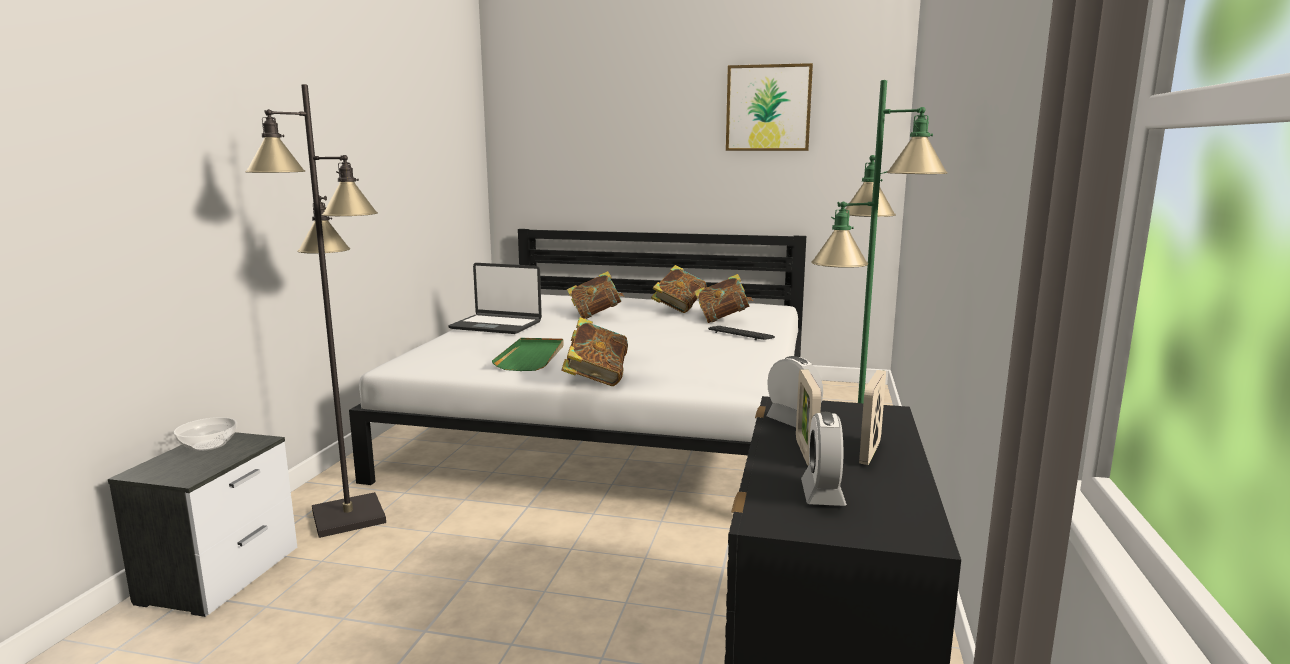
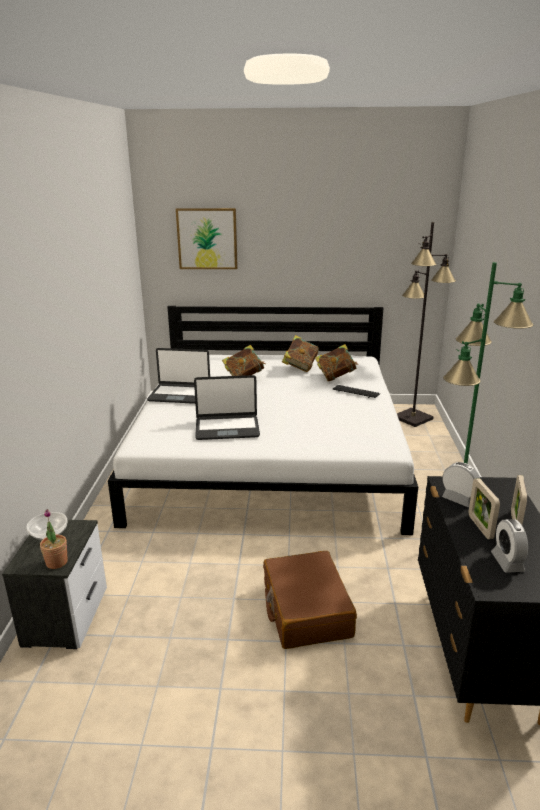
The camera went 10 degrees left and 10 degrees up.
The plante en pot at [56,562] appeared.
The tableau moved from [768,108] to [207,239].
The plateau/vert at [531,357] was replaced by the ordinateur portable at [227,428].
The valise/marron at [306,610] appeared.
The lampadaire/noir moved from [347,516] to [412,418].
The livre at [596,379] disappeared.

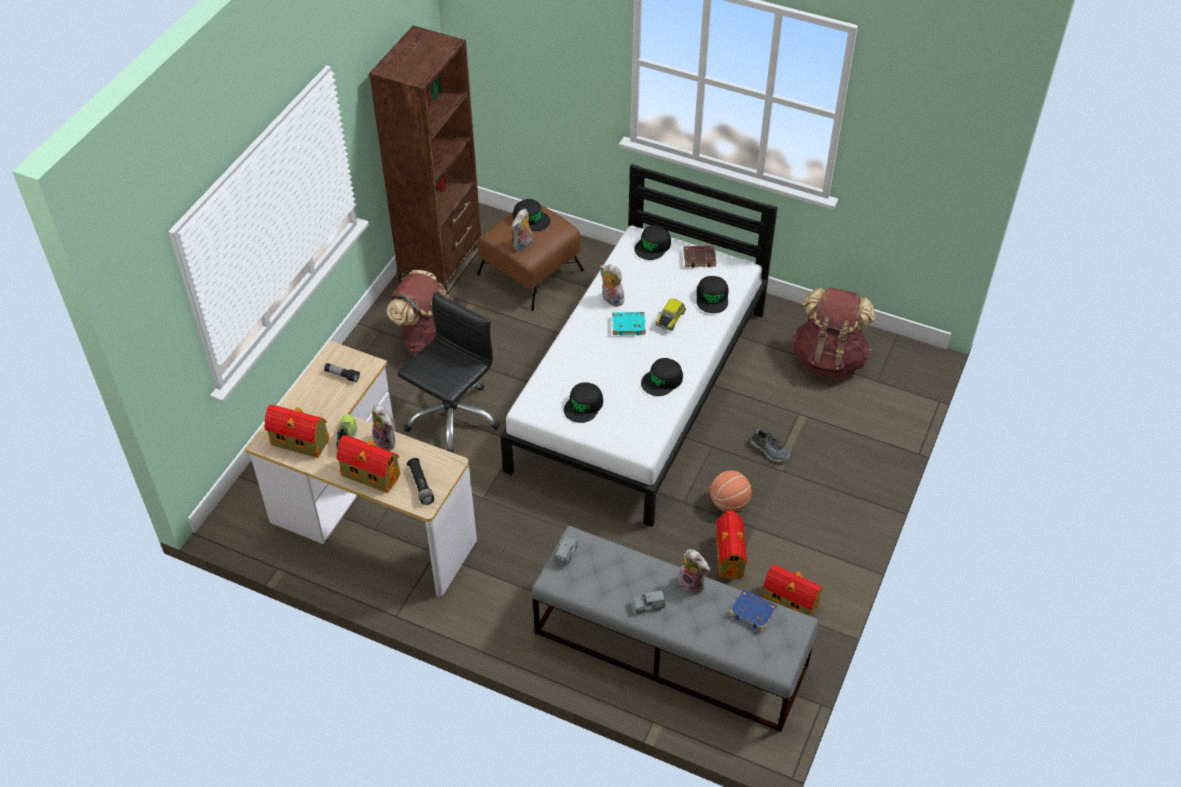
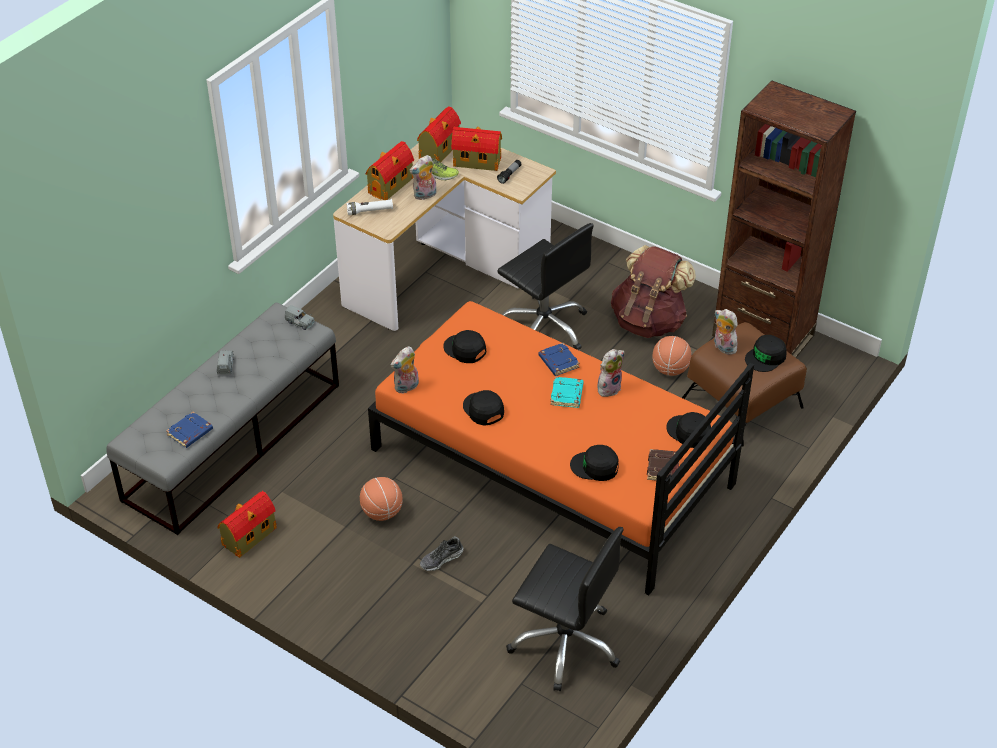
The camera went 100 degrees right and 5 degrees down.
The lampe de poche/noir at [421,485] became the lampe de poche/blanc at [370,211].
The lit/blanc at [640,389] became the lit/orange at [551,467].
The peluche moved from [693,583] to [406,387].
The maison miniature moved from [729,555] to [478,162].
The sac à dos/marron at [828,359] was replaced by the chaise de bureau/noir at [565,643].
The livre/bleu at [558,362] appeared.
The ballon de basket at [670,369] appeared.
The petite voiture at [670,318] disappeared.

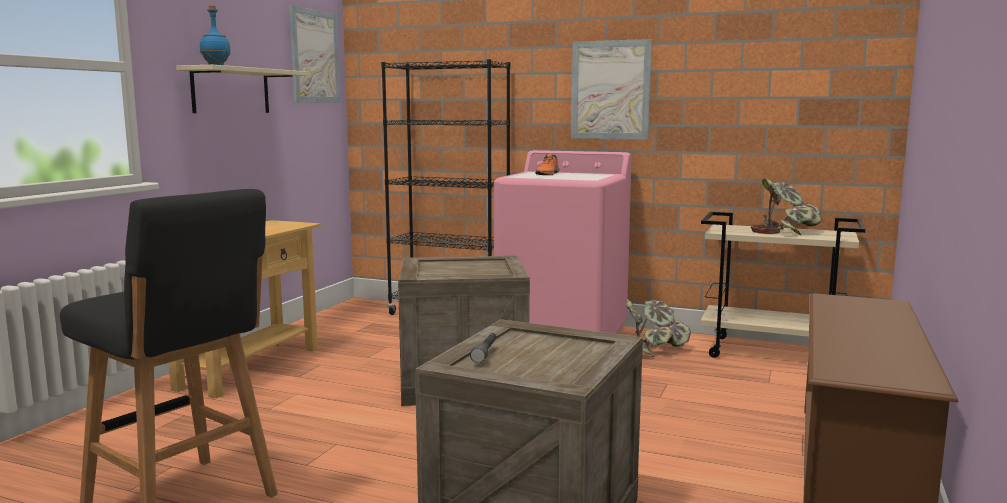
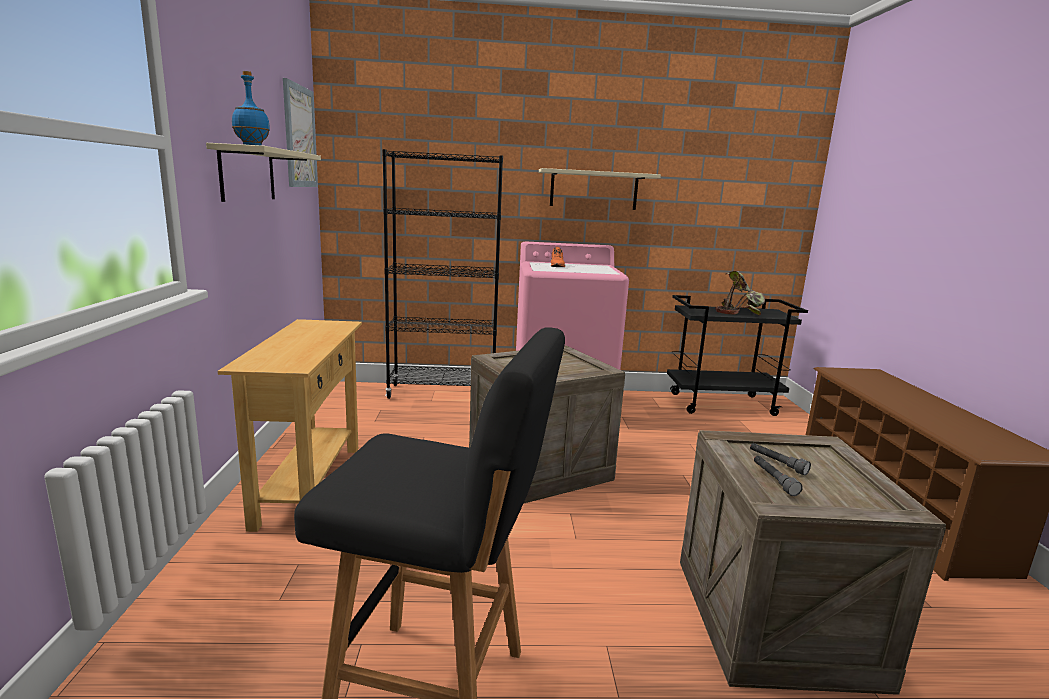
The camera went 25 degrees left and 5 degrees up.
The tableau at [610,90] was replaced by the étagère/beige at [594,190].
The chariot/beige at [773,353] became the chariot/noir at [722,404].
The lampe de poche/gris at [777,463] appeared.
The plante en pot at [653,350] disappeared.

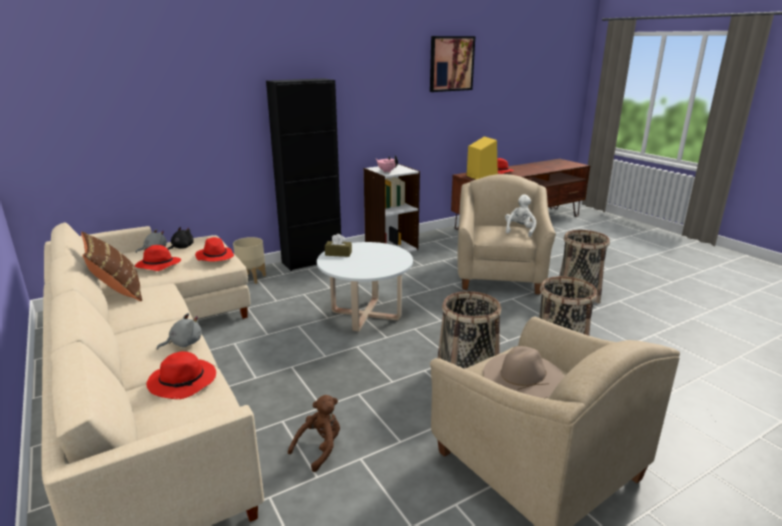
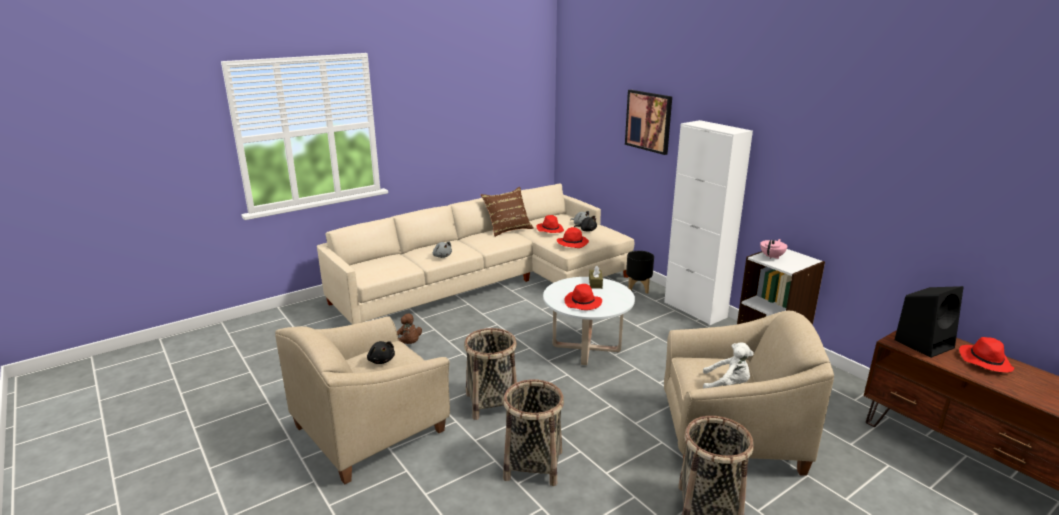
The camera went 85 degrees right and 0 degrees up.
The chapeau/beige at [523,375] was replaced by the peluche/noir at [381,360].
The chapeau/rouge moved from [184,382] to [583,303].
The tableau moved from [451,63] to [648,121].
The cache-pot/beige at [252,278] became the cache-pot/noir at [638,288].
The meuble de rangement/noir at [312,261] became the meuble de rangement/blanc at [695,310].
The enceinte/jaune at [481,177] became the enceinte/noir at [924,343].

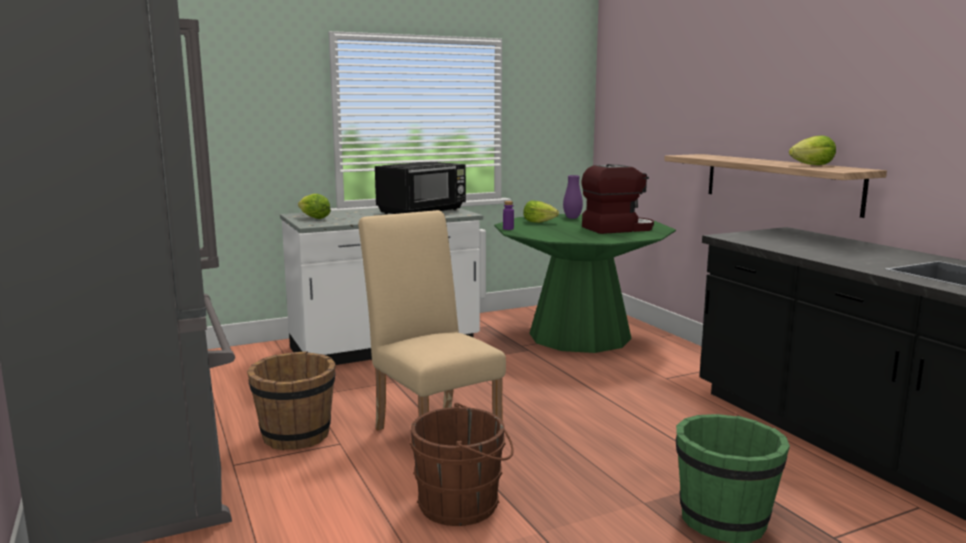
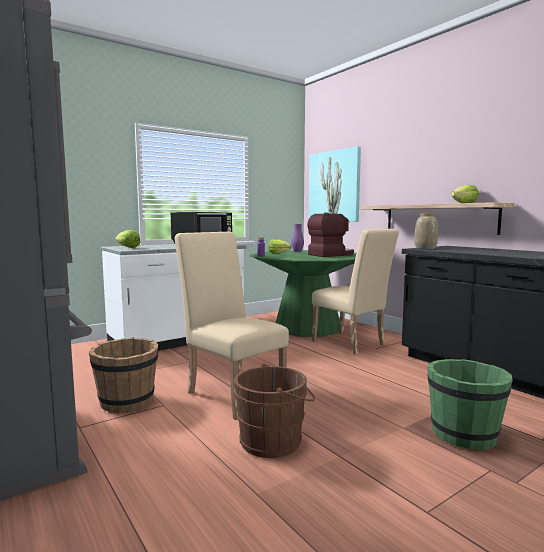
The camera went 10 degrees left and 5 degrees down.
The tableau at [334,186] appeared.
The chaise/beige at [351,344] appeared.
The vase at [425,248] appeared.

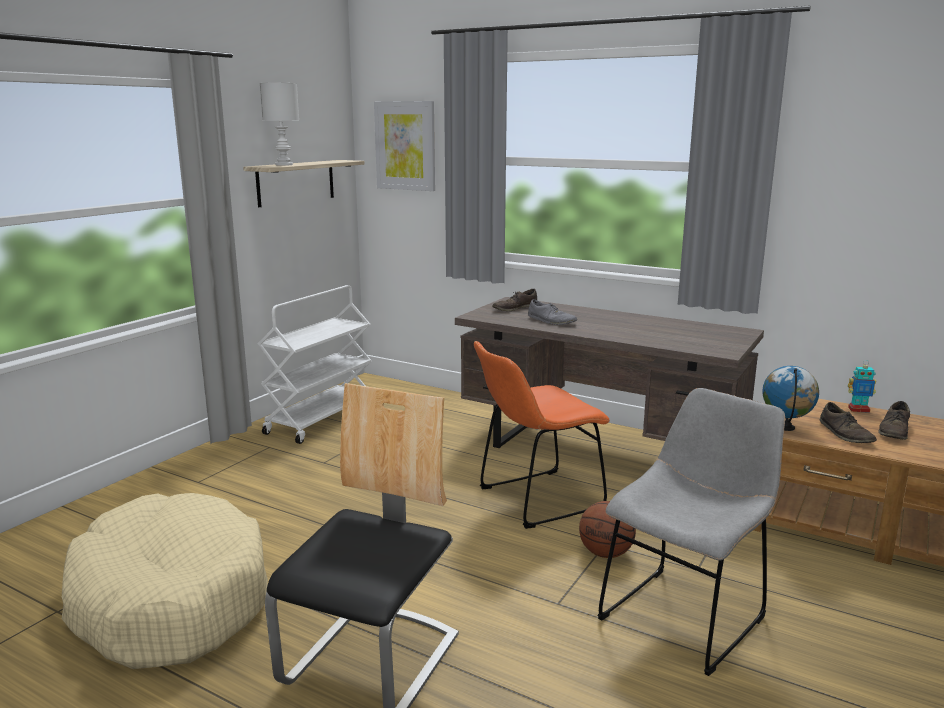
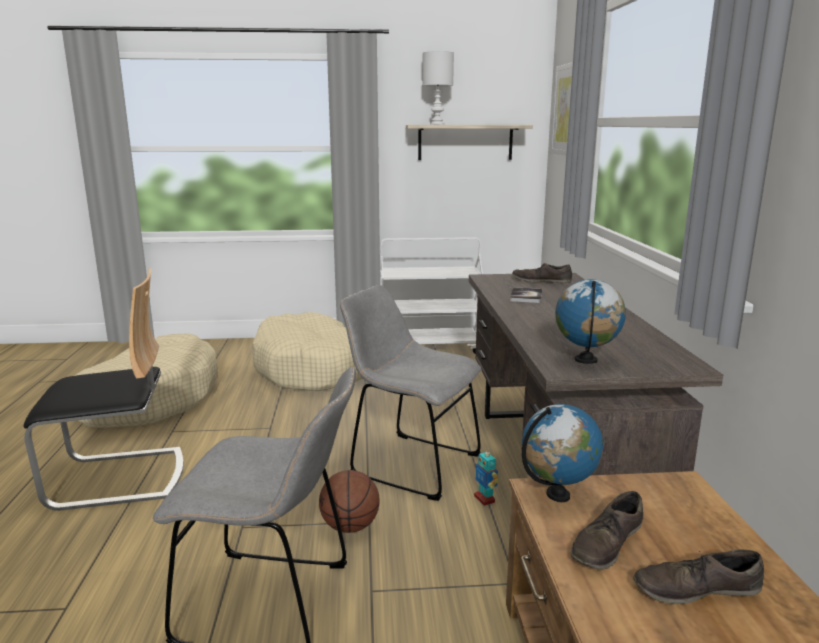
The camera went 55 degrees right and 0 degrees up.
The panier pour chien/beige at [312,369] appeared.
The chaise/orange at [535,500] became the chaise/gris at [410,464].
The robot jouet moved from [858,409] to [485,499].
The chaussure/gris at [551,321] was replaced by the livre at [526,296].
The globe at [586,360] appeared.

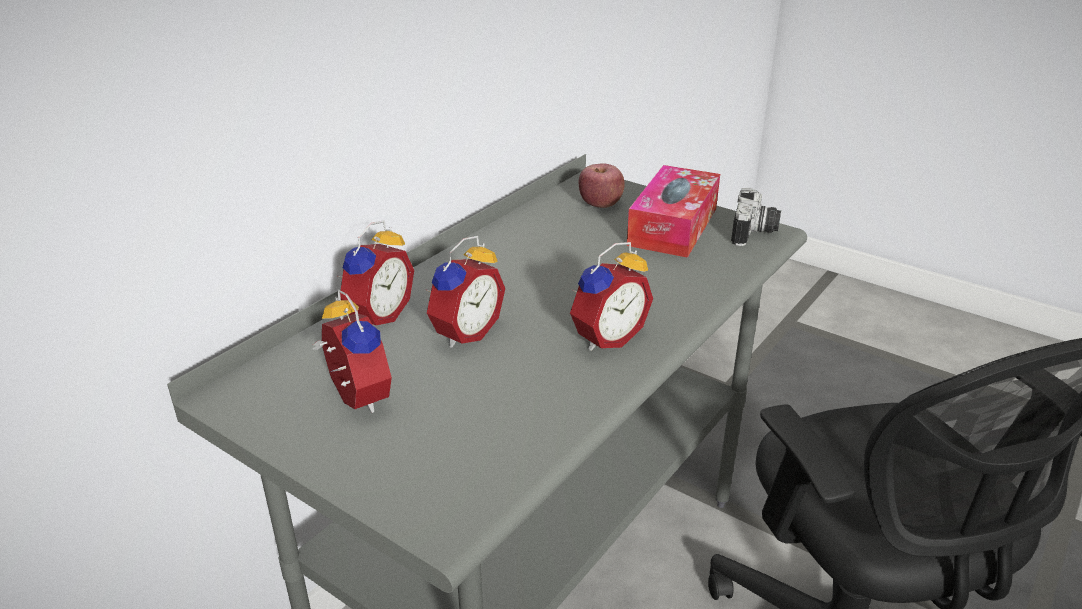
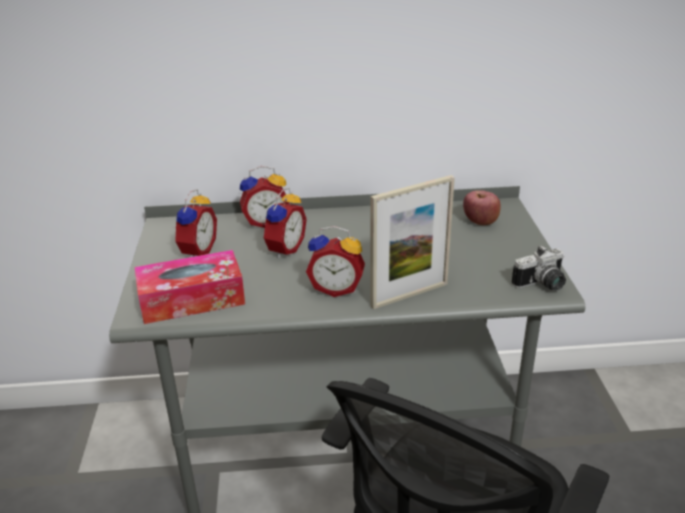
The camera went 50 degrees right and 0 degrees up.
The boîte à mouchoirs moved from [673,226] to [192,299].
The réveil at [463,333] turned 60 degrees counterclockwise.
The cadre photo at [409,295] appeared.

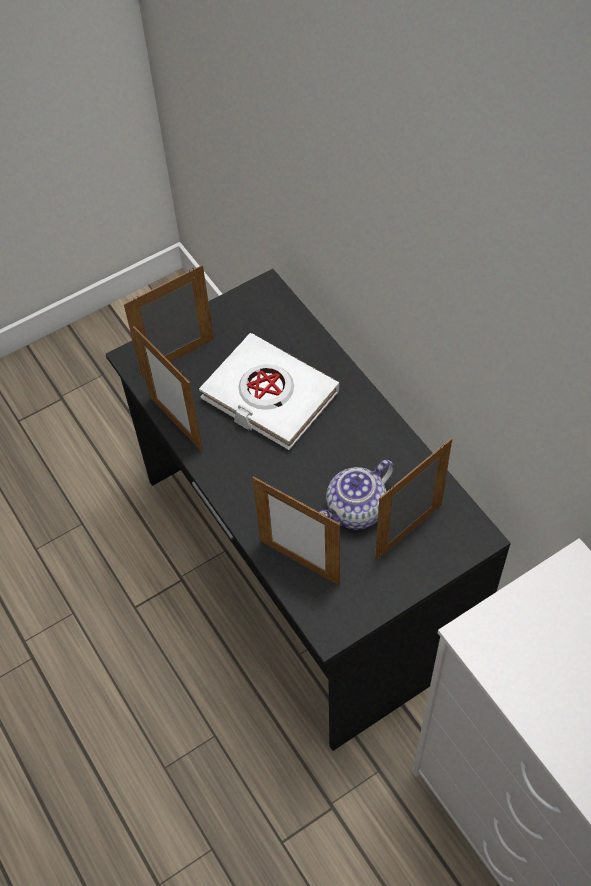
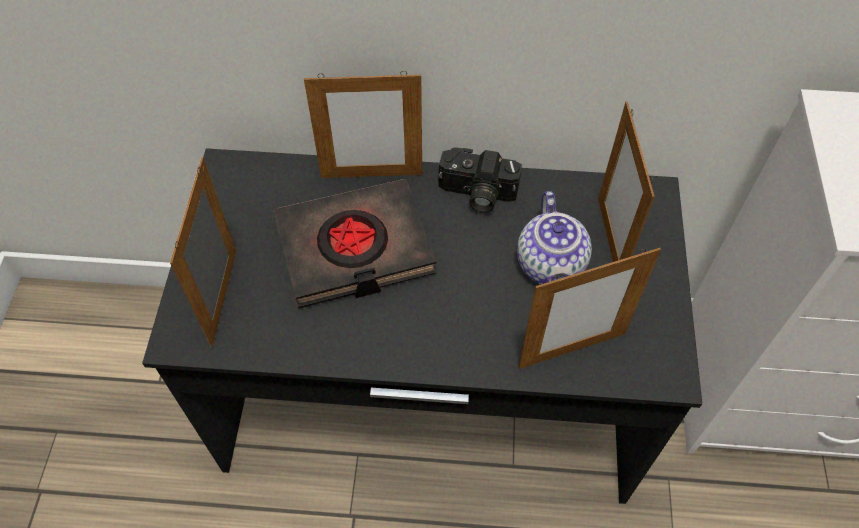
The camera went 55 degrees left and 0 degrees up.
The livre/blanc at [269,396] became the livre/noir at [354,249].
The cadre photo moved from [176,424] to [371,175].
The appareil photo at [476,193] appeared.

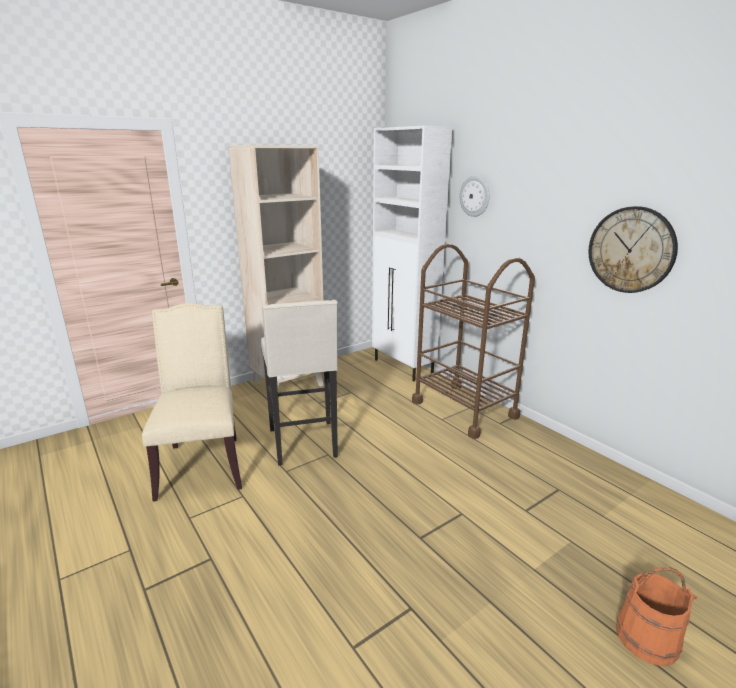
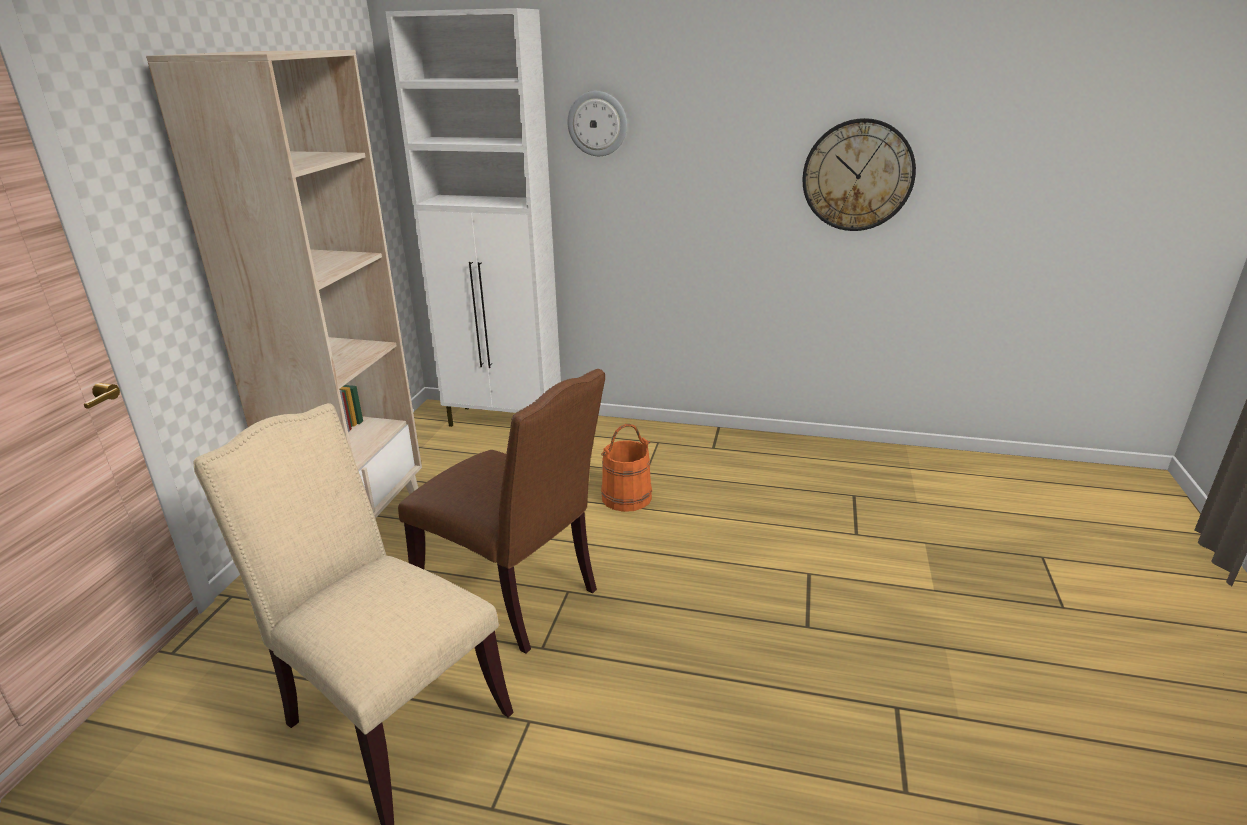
The camera went 40 degrees left and 5 degrees up.
The tabouret/beige at [304,444] was replaced by the chaise/marron at [514,595].
The seau/orange moved from [647,638] to [626,497].
The chariot/marron at [464,409] disappeared.

